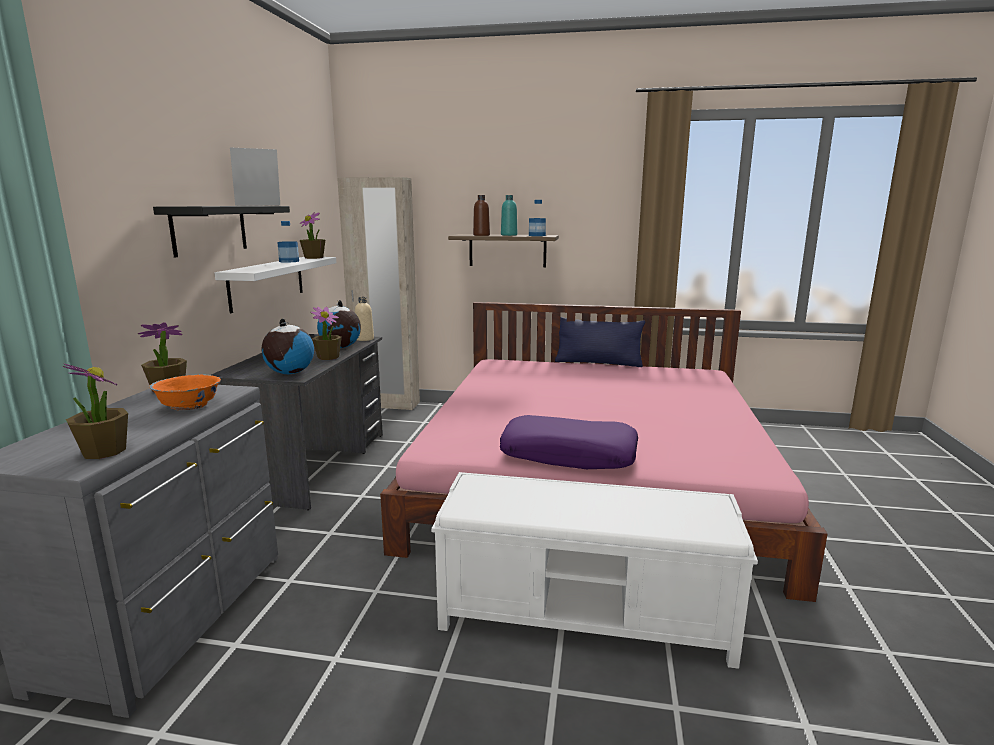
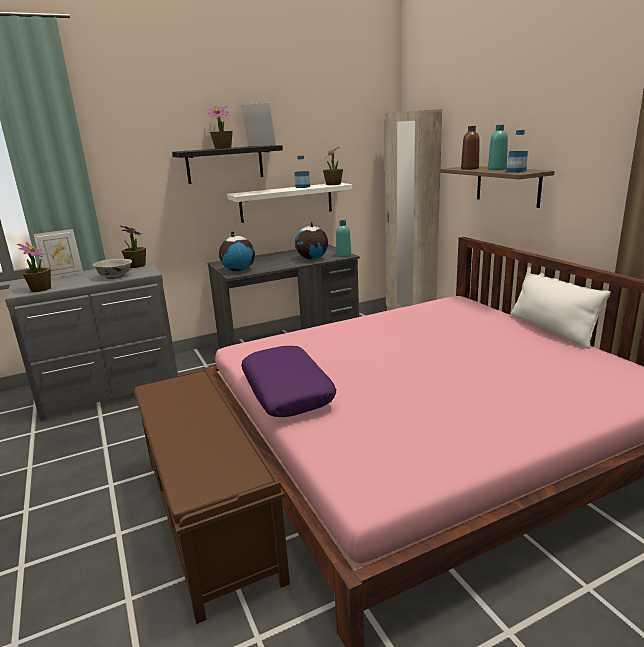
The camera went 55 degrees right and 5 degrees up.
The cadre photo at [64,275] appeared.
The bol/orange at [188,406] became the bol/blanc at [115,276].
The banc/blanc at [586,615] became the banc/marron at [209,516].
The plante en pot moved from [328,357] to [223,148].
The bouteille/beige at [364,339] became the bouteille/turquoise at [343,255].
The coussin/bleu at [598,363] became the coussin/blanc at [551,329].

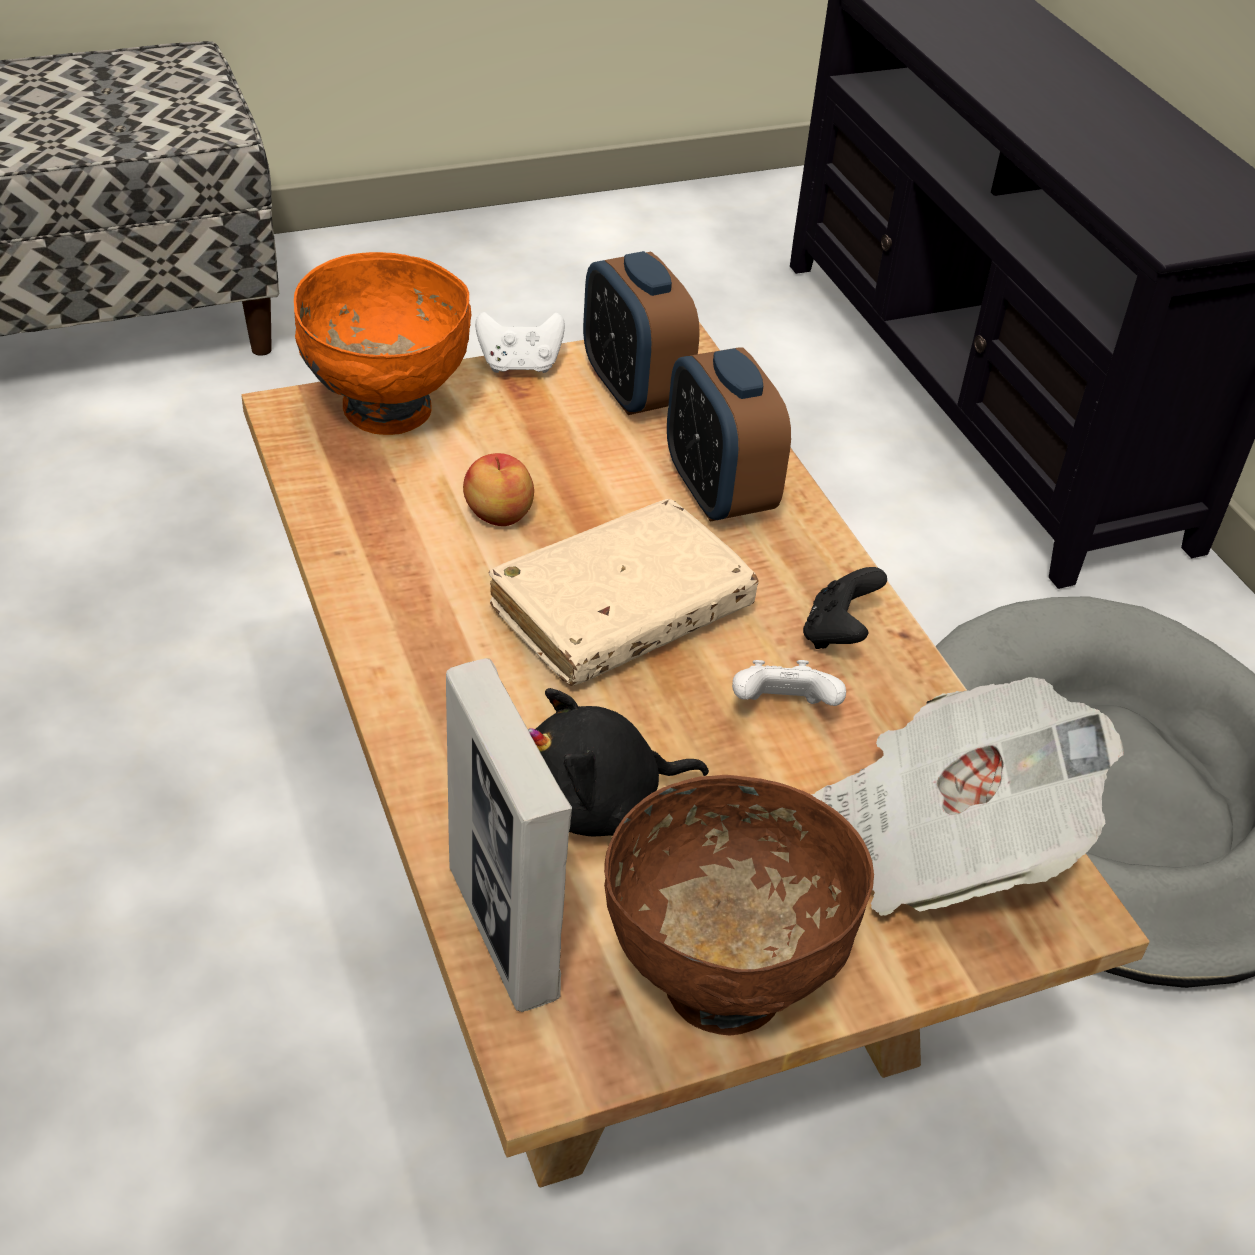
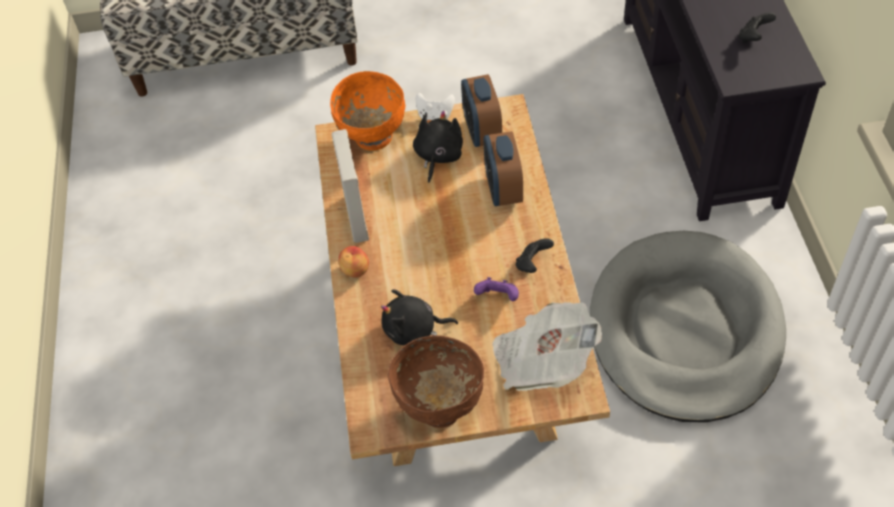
The camera went 20 degrees right and 10 degrees up.
The cadre photo moved from [503,932] to [356,218].
The pomme moved from [497,515] to [354,270].
The peluche/noir at [438,156] appeared.
The manette/blanc at [782,710] became the manette/violet at [498,297].
The manette/noir at [753,37] appeared.
The livre/beige at [621,611] disappeared.

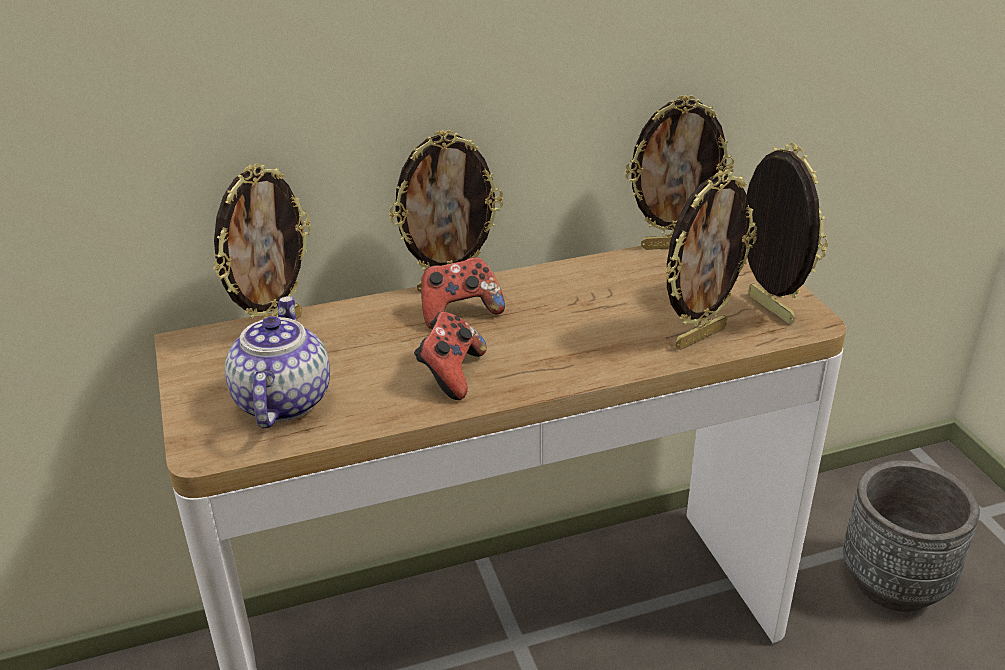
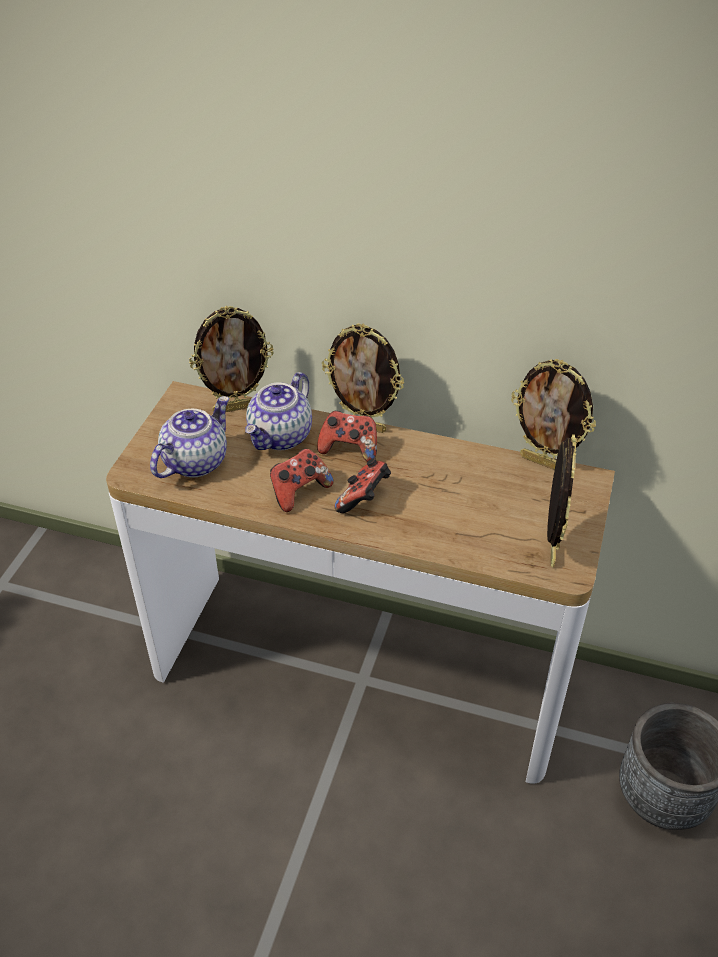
The camera went 35 degrees right and 10 degrees up.
The théière at [281,437] appeared.
The manette at [364,499] appeared.
The cadre photo at [699,336] disappeared.

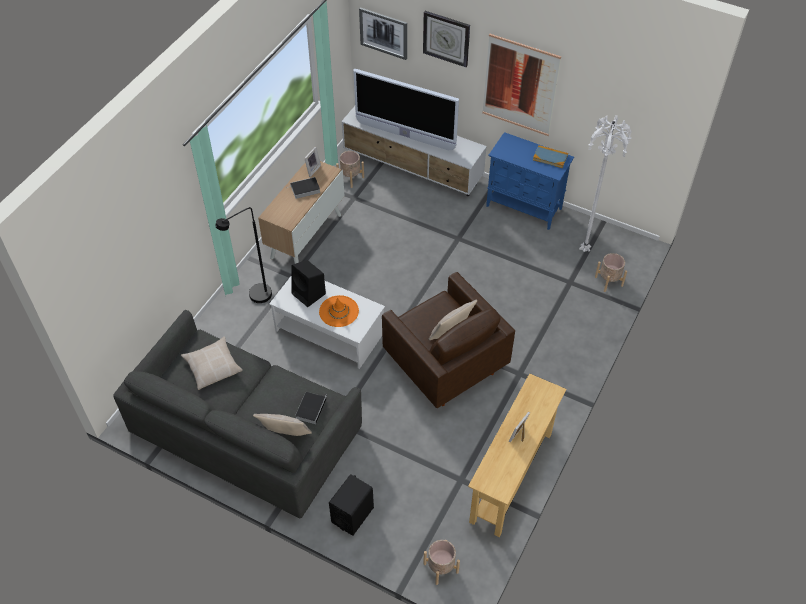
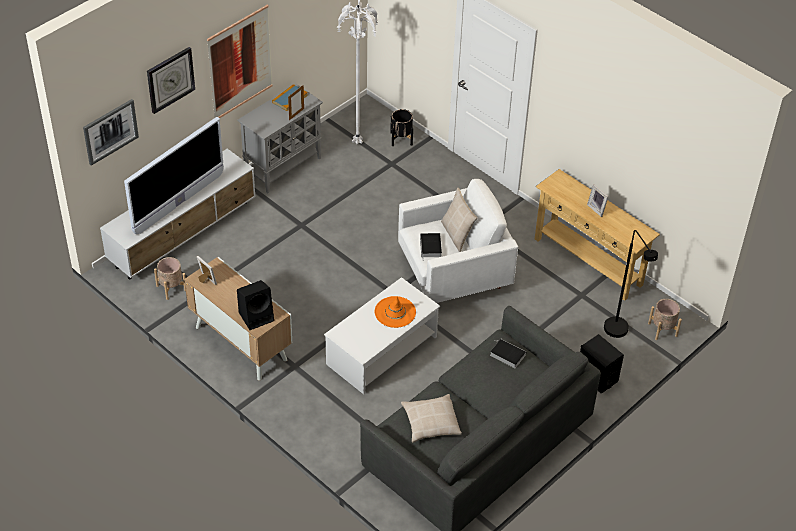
The camera went 75 degrees left and 5 degrees down.
The meuble de rangement/bleu at [524,207] became the meuble de rangement/gris at [283,166].
The enceinte/noir moved from [309,294] to [257,316].
The cadre photo at [296,114] appeared.
The cache-pot/beige at [609,281] became the cache-pot/noir at [401,138].
The fauteuil/marron at [444,364] became the fauteuil/blanc at [453,274].
The livre moved from [304,189] to [431,247].
The lampadaire/noir moved from [255,298] to [620,333].
The coussin/beige at [285,435] disappeared.

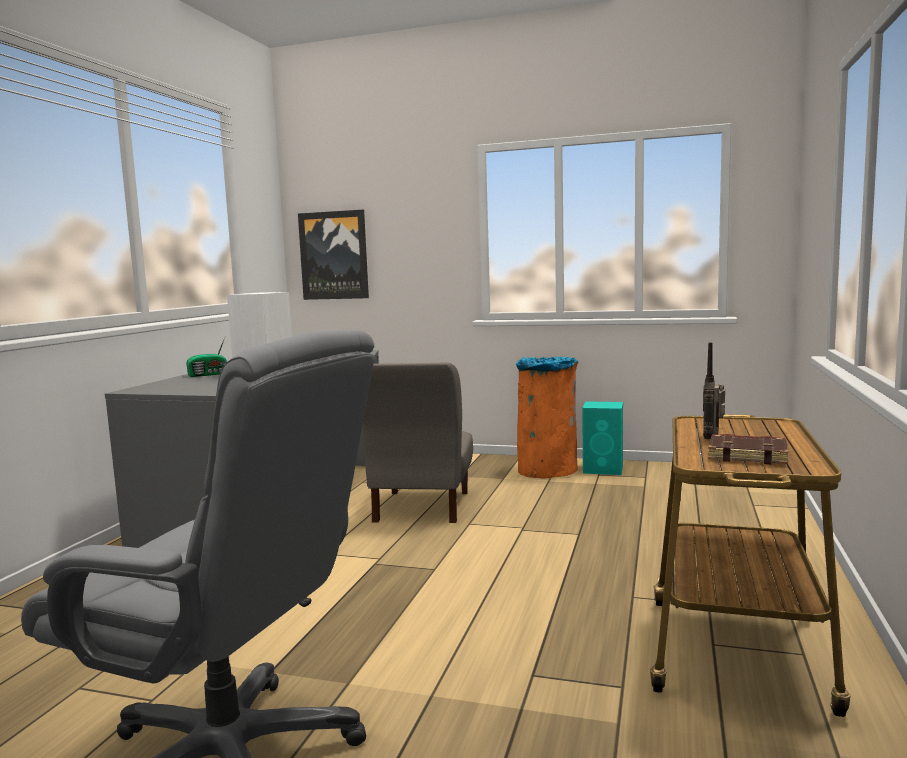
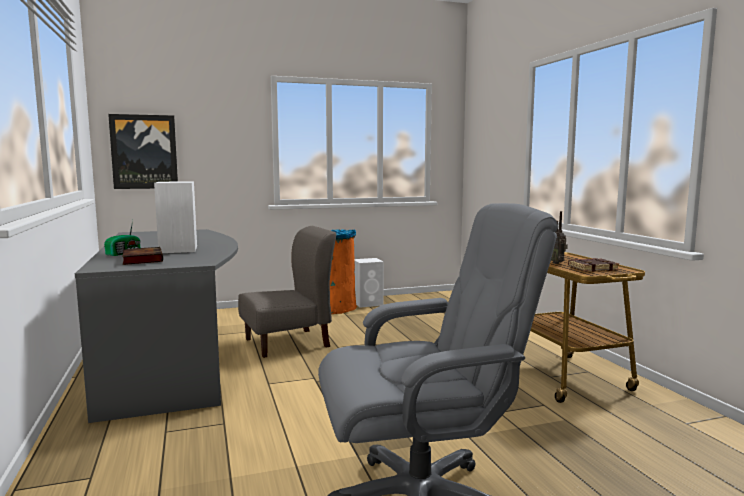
The camera went 35 degrees left and 0 degrees up.
The livre at [142,259] appeared.
The chaise/gris at [421,507] turned 90 degrees counterclockwise.
The enceinte/turquoise at [604,469] became the enceinte/blanc at [368,303].

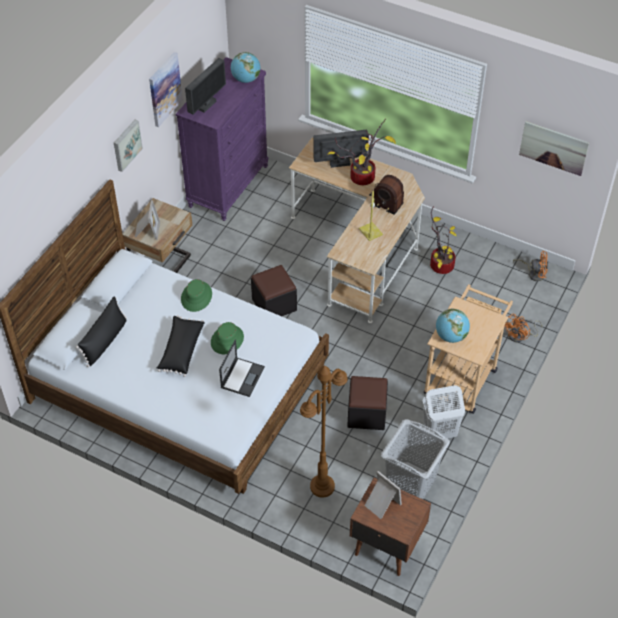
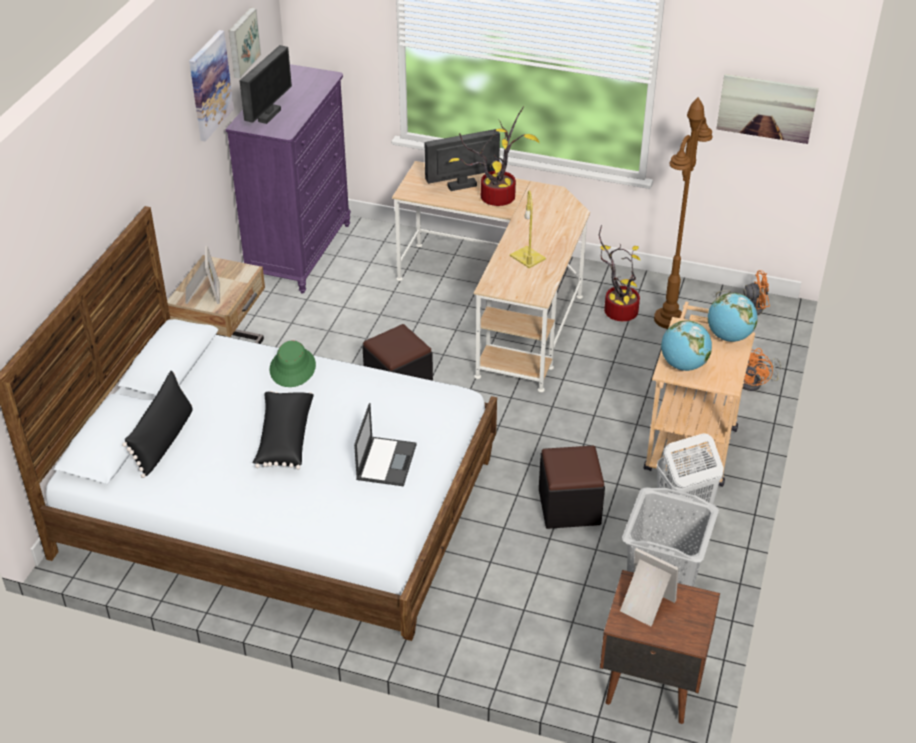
The camera went 10 degrees left and 10 degrees down.
The tableau moved from [126,145] to [242,42].
The lampadaire/marron moved from [322,486] to [669,319].
The globe moved from [246,79] to [729,336].
The chapeau/vert at [227,340] disappeared.
The radio at [386,198] disappeared.

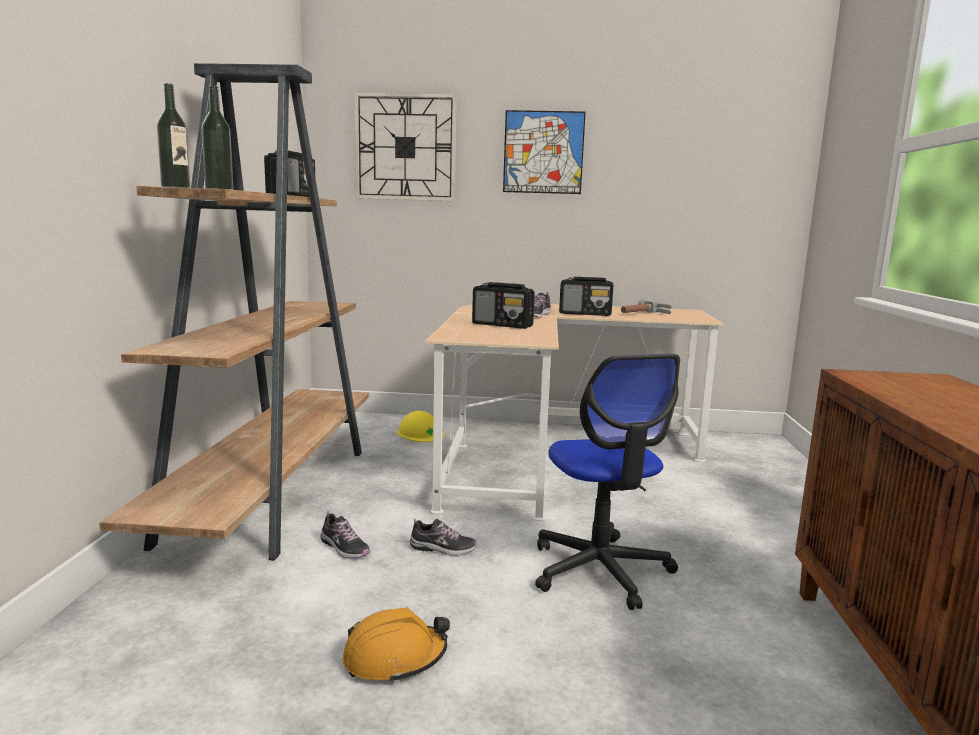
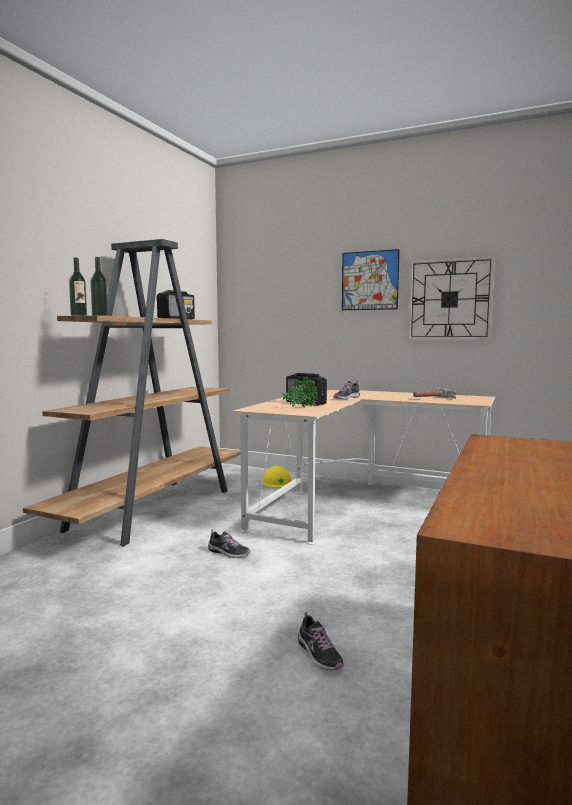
The camera went 20 degrees right and 5 degrees down.
The plante en pot at [300,408] appeared.
The chaussure moved from [344,548] to [319,654].
The horloge murale moved from [405,147] to [449,299].
The casque de chantier/orange at [395,658] disappeared.
The chaise de bureau at [600,570] disappeared.
The radio at [585,314] disappeared.

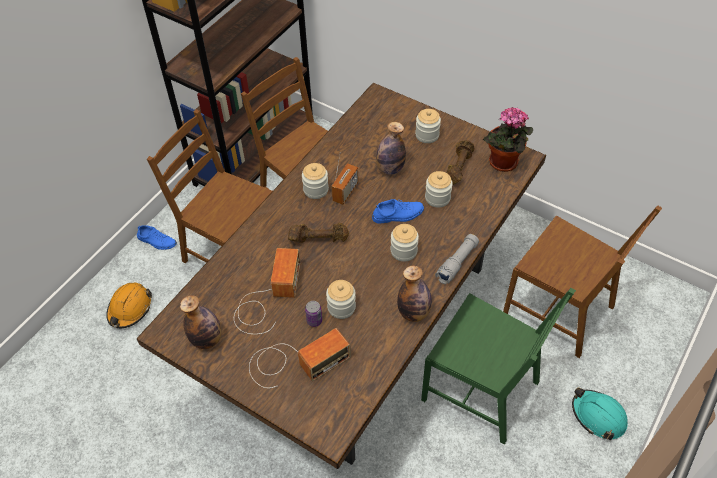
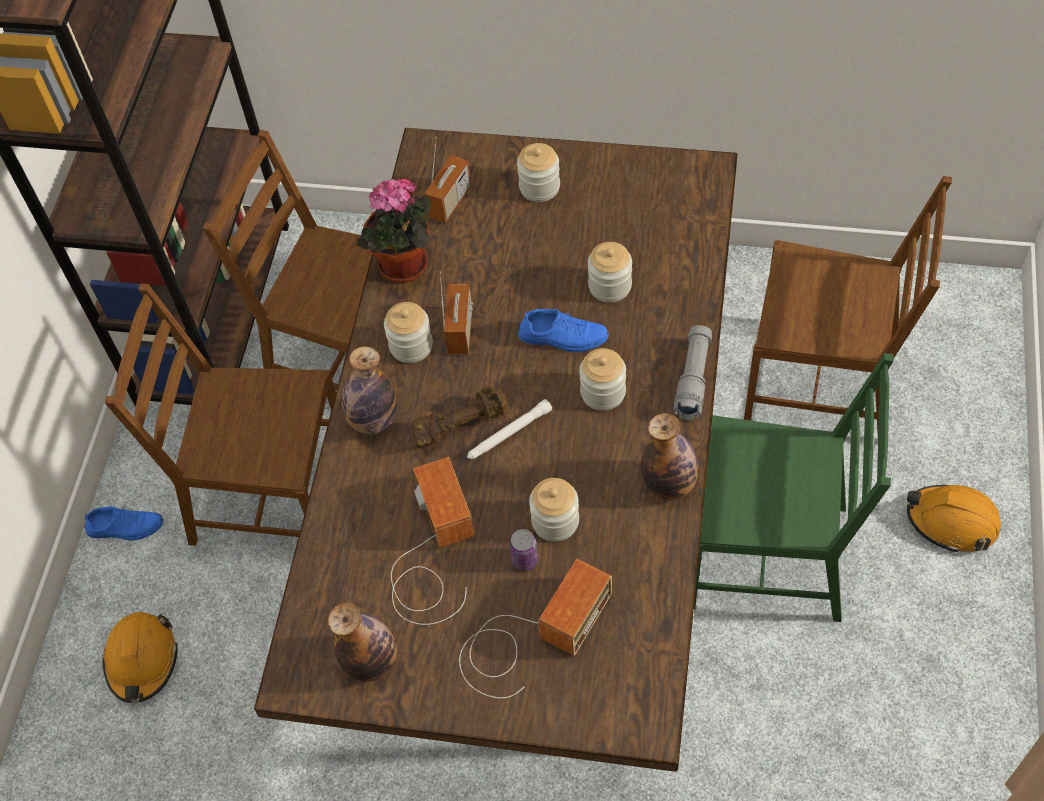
The camera went 20 degrees left and 5 degrees up.
The bouteille moved from [390,168] to [373,420].
The plante en pot moved from [503,164] to [404,268].
The radio at [450,202] appeared.
The lampe de poche/blanc at [509,434] appeared.
The chaussure/bleu at [398,215] turned 45 degrees clockwise.
The casque de chantier/turquoise at [598,416] became the casque de chantier/orange at [952,521].
The haltère/marron at [458,167] disappeared.

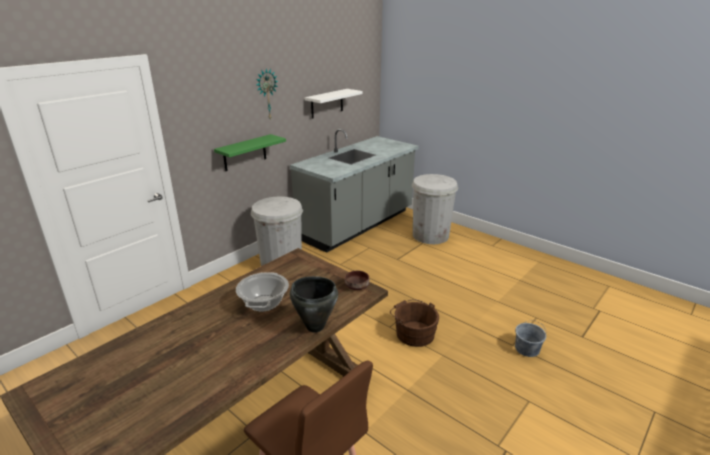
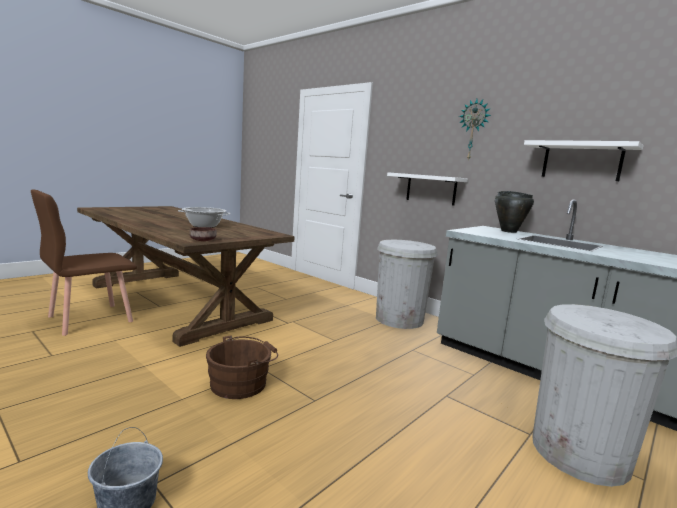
The camera went 90 degrees right and 15 degrees down.
The étagère/vert at [245,153] became the étagère/blanc at [431,189].
The marmite/noir moved from [315,326] to [509,231].

